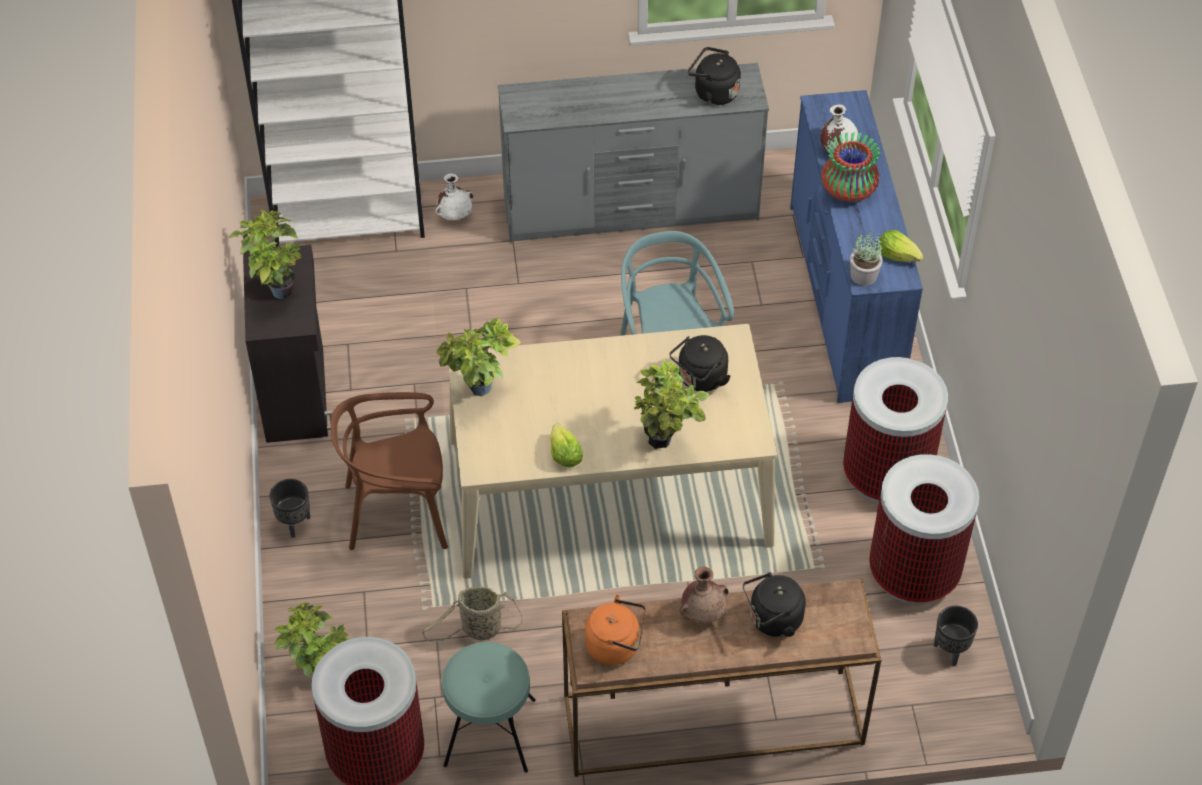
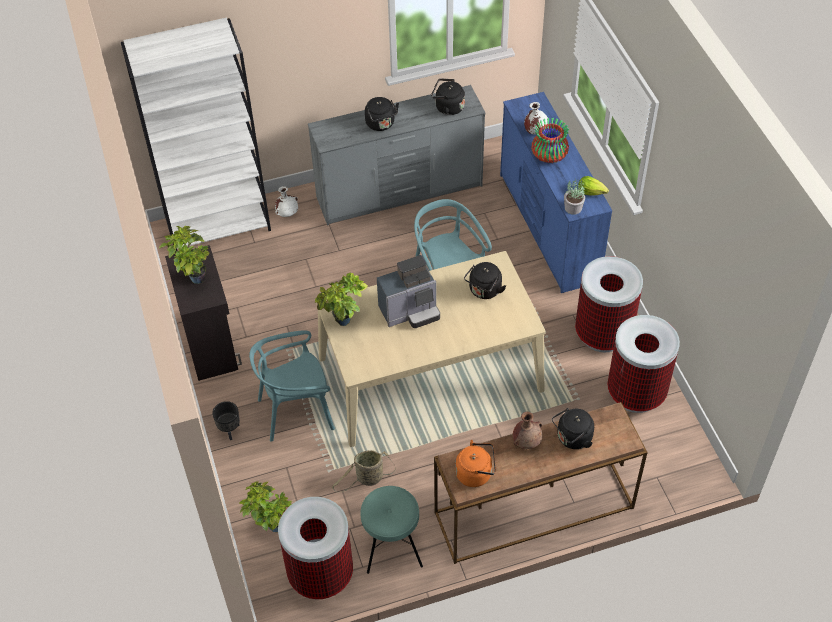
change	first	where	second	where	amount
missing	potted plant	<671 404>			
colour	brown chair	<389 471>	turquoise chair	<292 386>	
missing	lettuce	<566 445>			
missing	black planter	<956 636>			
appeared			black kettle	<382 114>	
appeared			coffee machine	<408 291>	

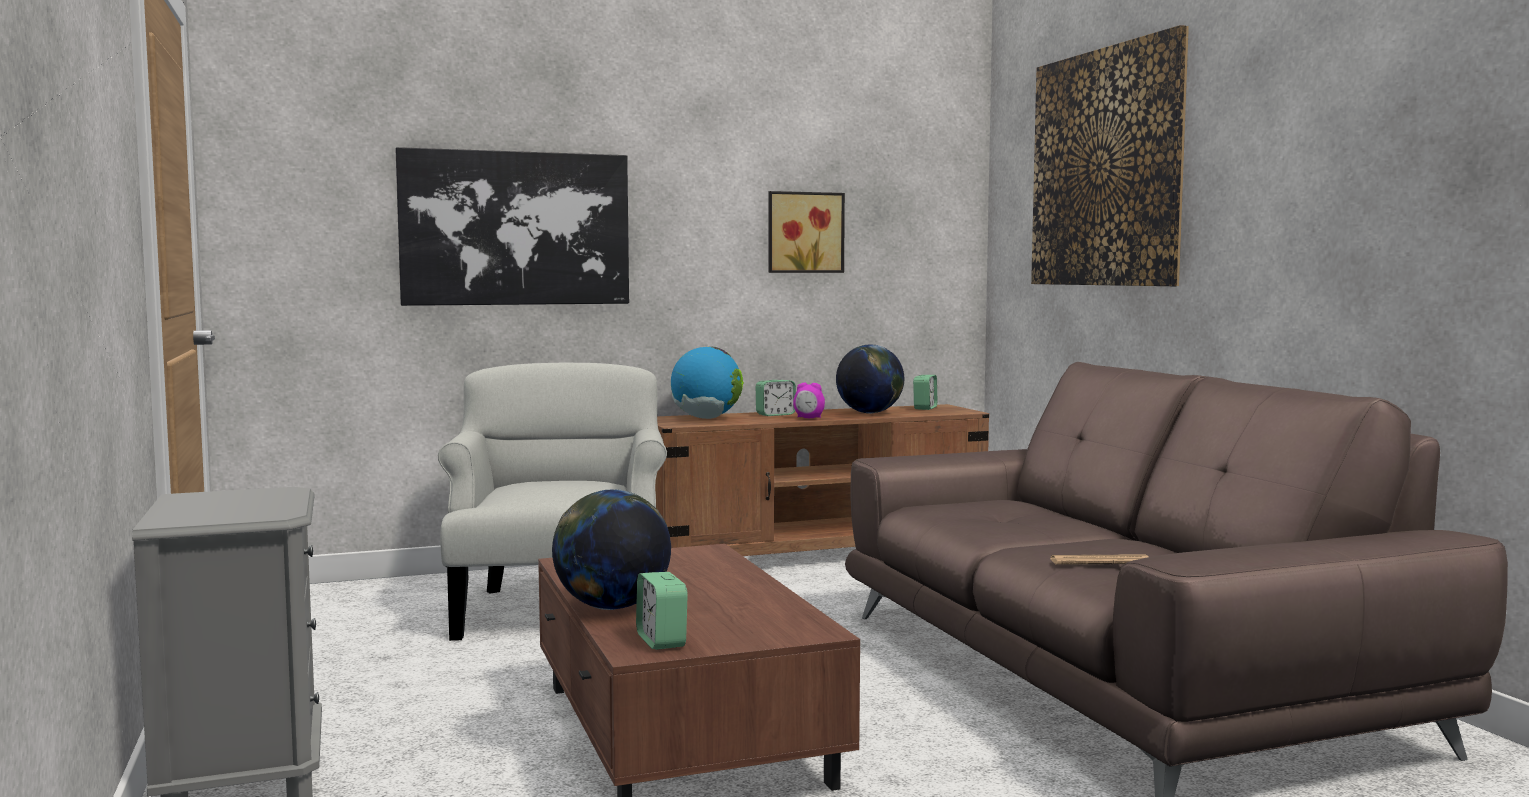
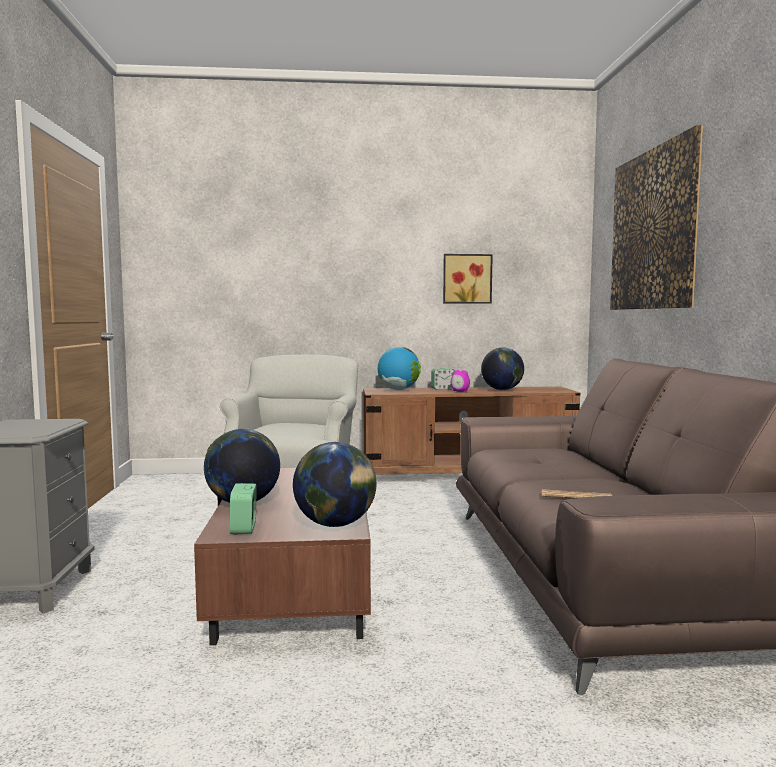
change	first	where	second	where	amount
missing	picture	<512 226>			
missing	alarm clock	<925 392>			
appeared			globe	<335 484>	

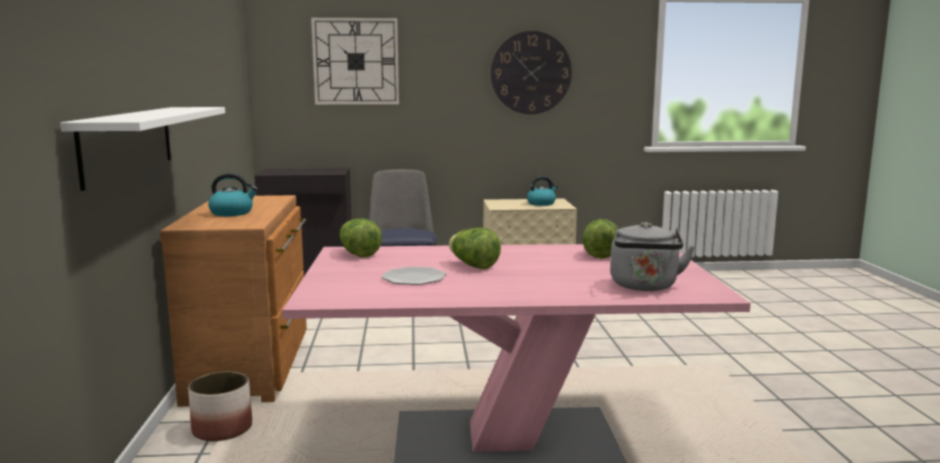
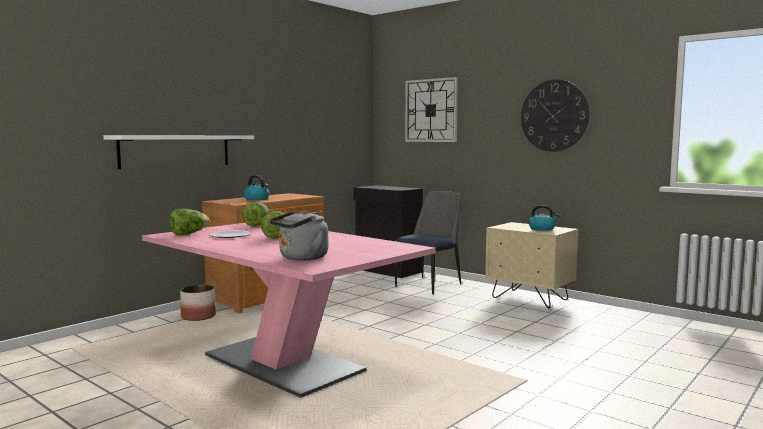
change	first	where	second	where	amount
relocated	lettuce	<601 239>		<189 222>	

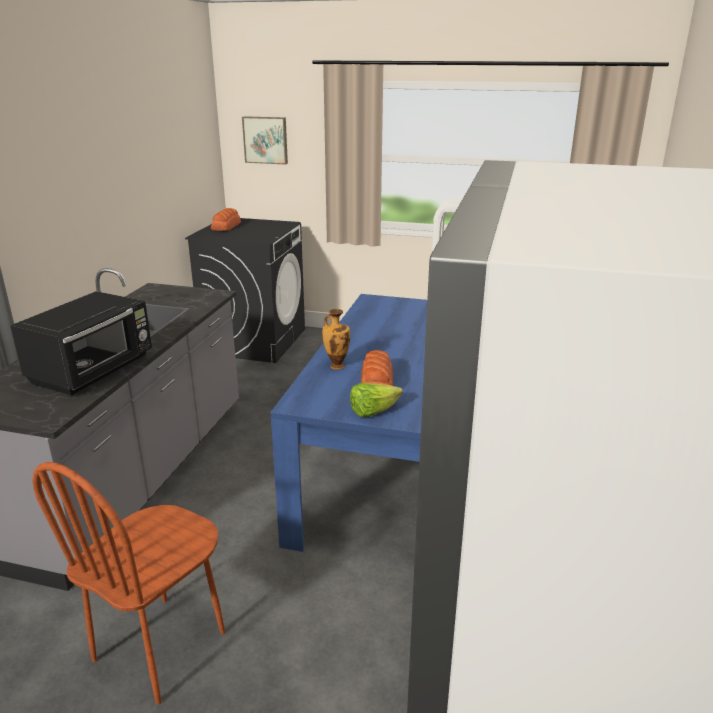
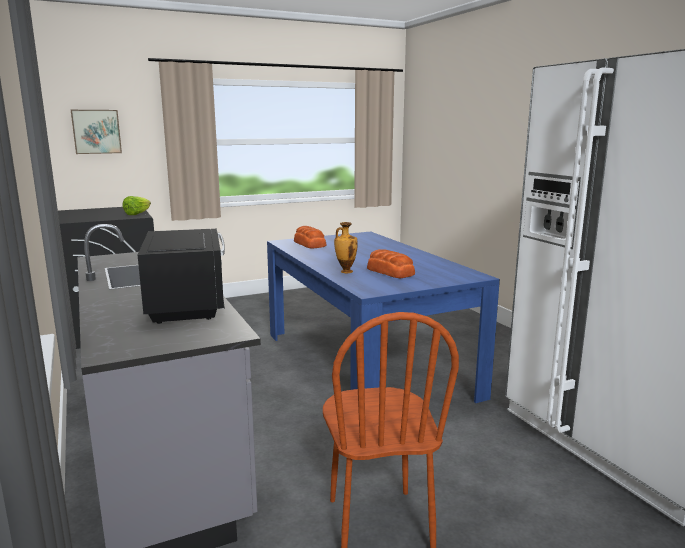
change	first	where	second	where	amount
relocated	bread	<226 219>		<310 237>	
relocated	lettuce	<376 400>		<136 205>	

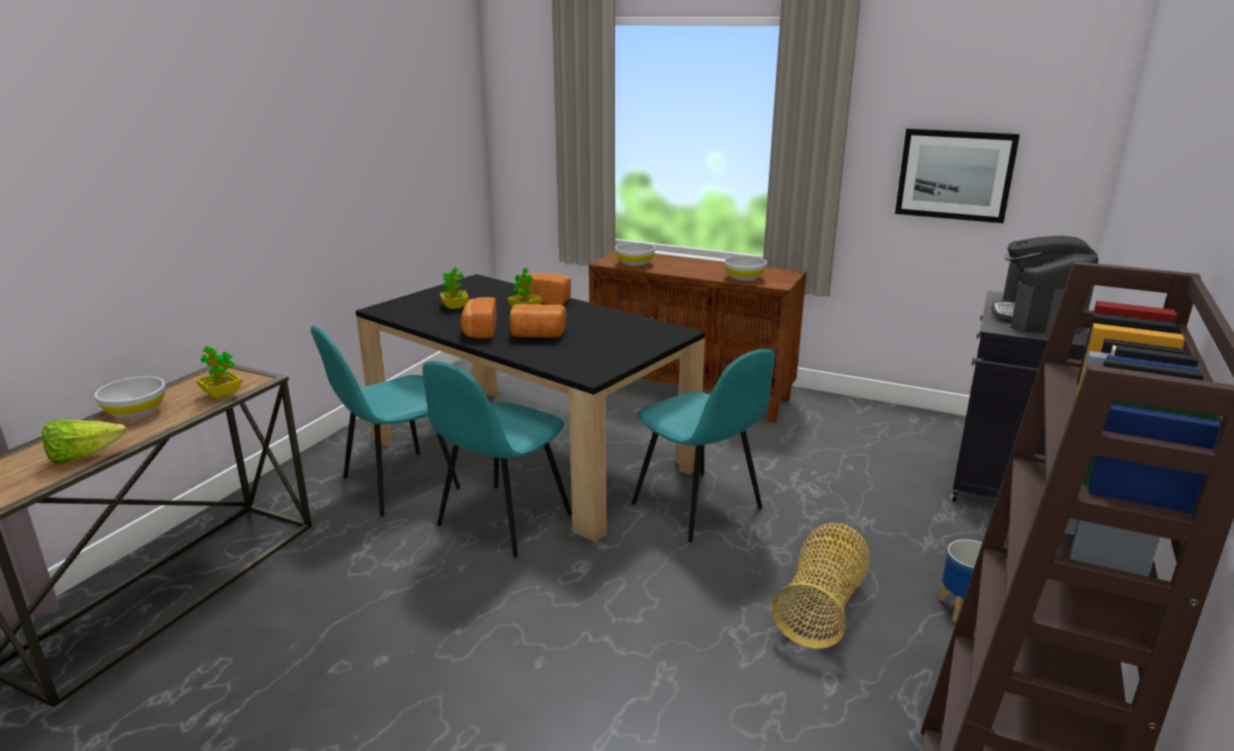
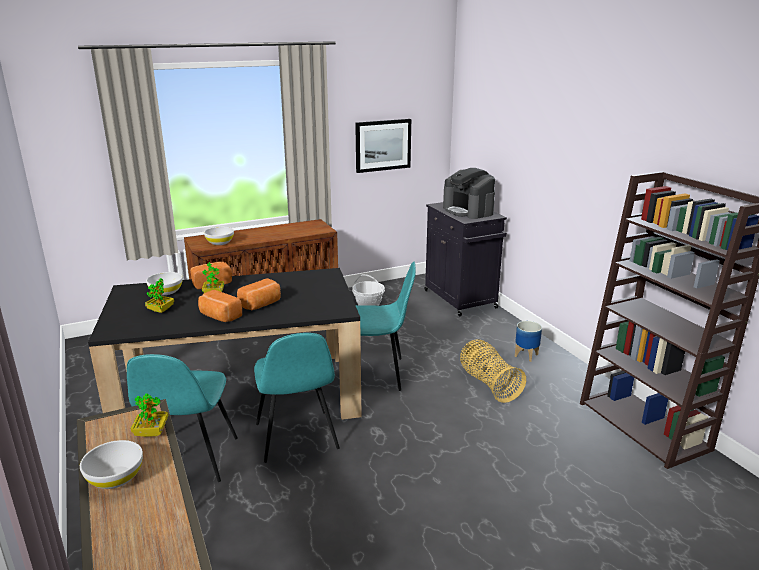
change	first	where	second	where	amount
relocated	white bowl	<745 268>		<164 283>	
missing	lettuce	<84 442>			
appeared			basket	<368 290>	

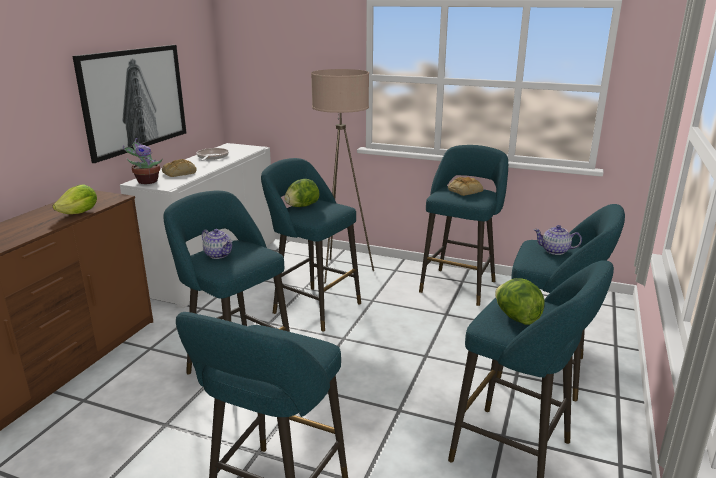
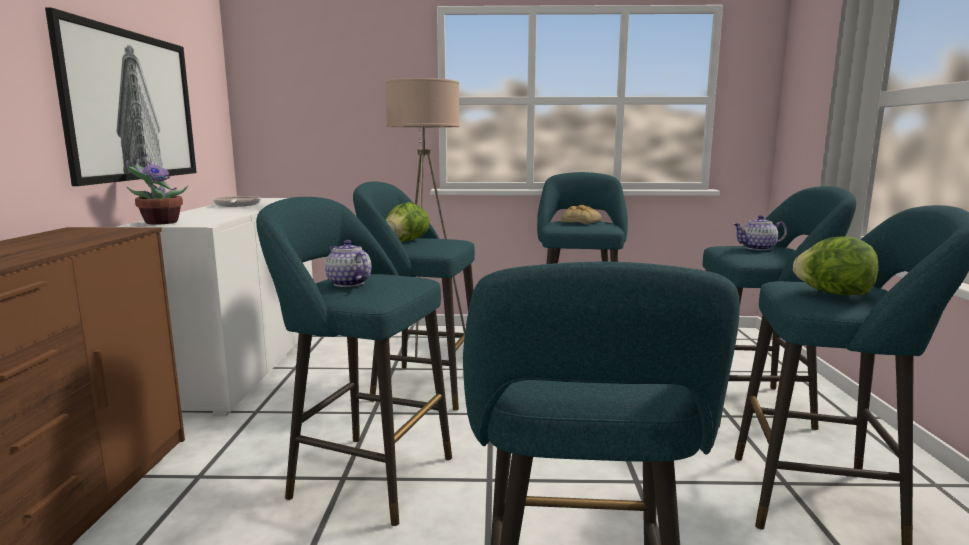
change	first	where	second	where	amount
missing	bread	<179 168>			
missing	lettuce	<75 199>			
spun	teapot	<217 244>		<348 263>	150 degrees counterclockwise

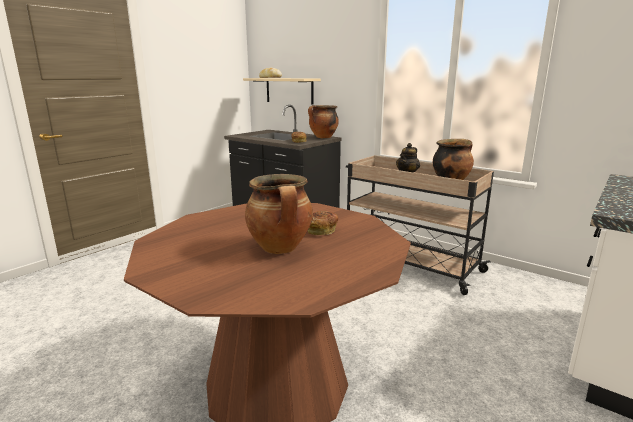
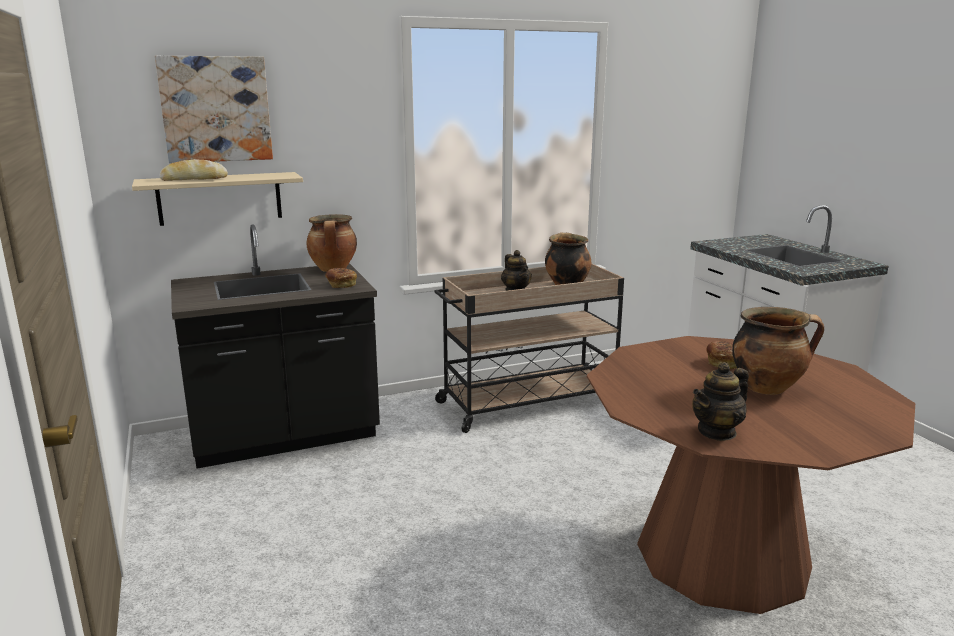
change	first	where	second	where	amount
appeared			picture	<214 109>	
appeared			teapot	<720 401>	

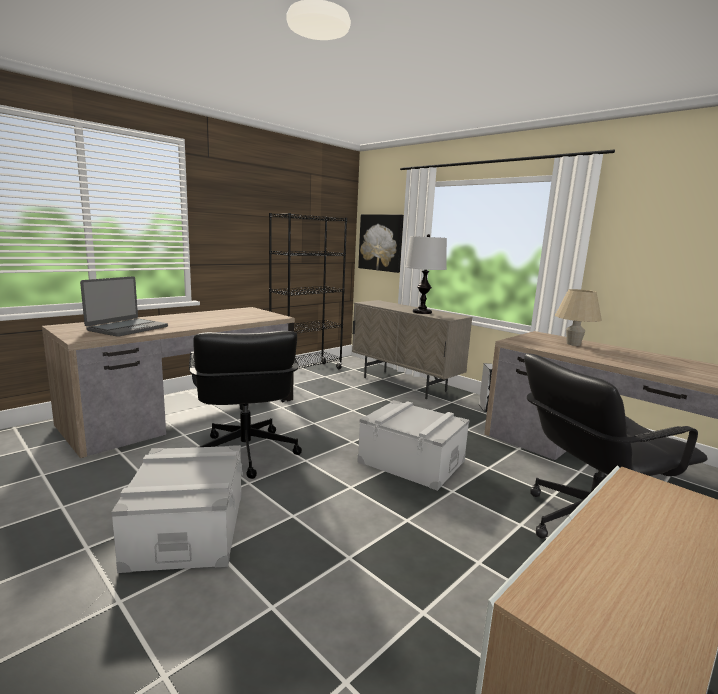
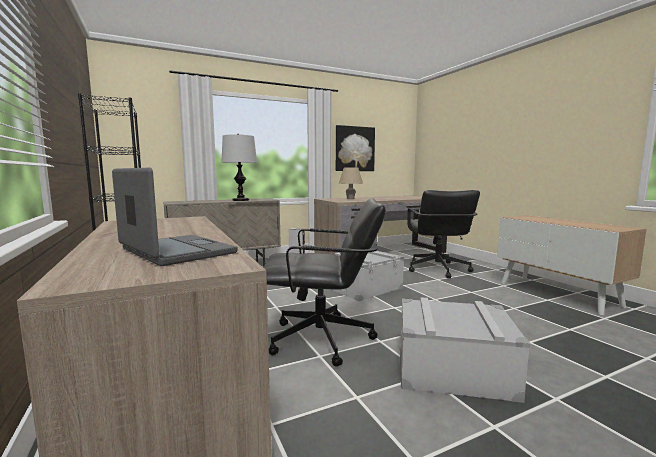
change	first	where	second	where	amount
relocated	picture	<381 243>		<355 148>	

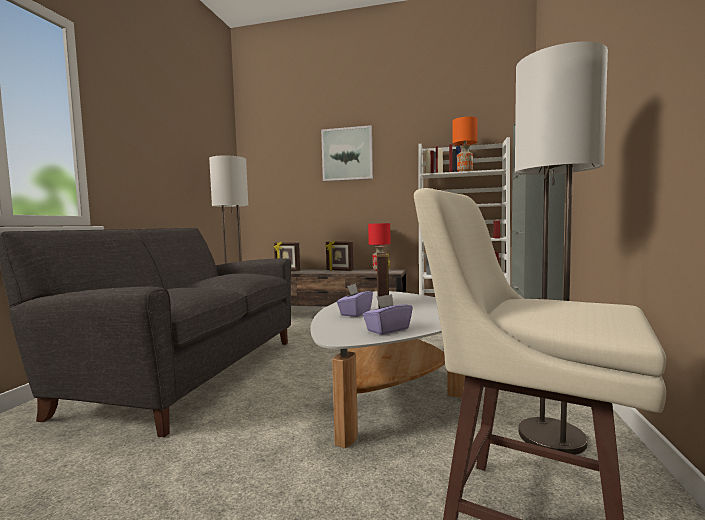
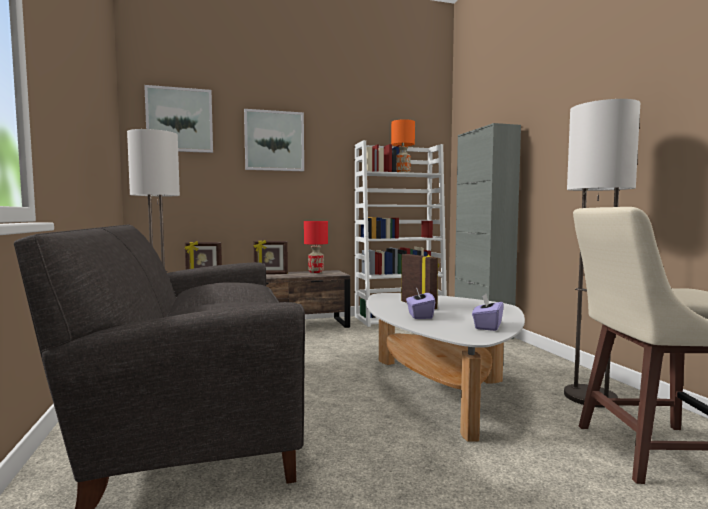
change	first	where	second	where	amount
appeared			picture	<178 119>	

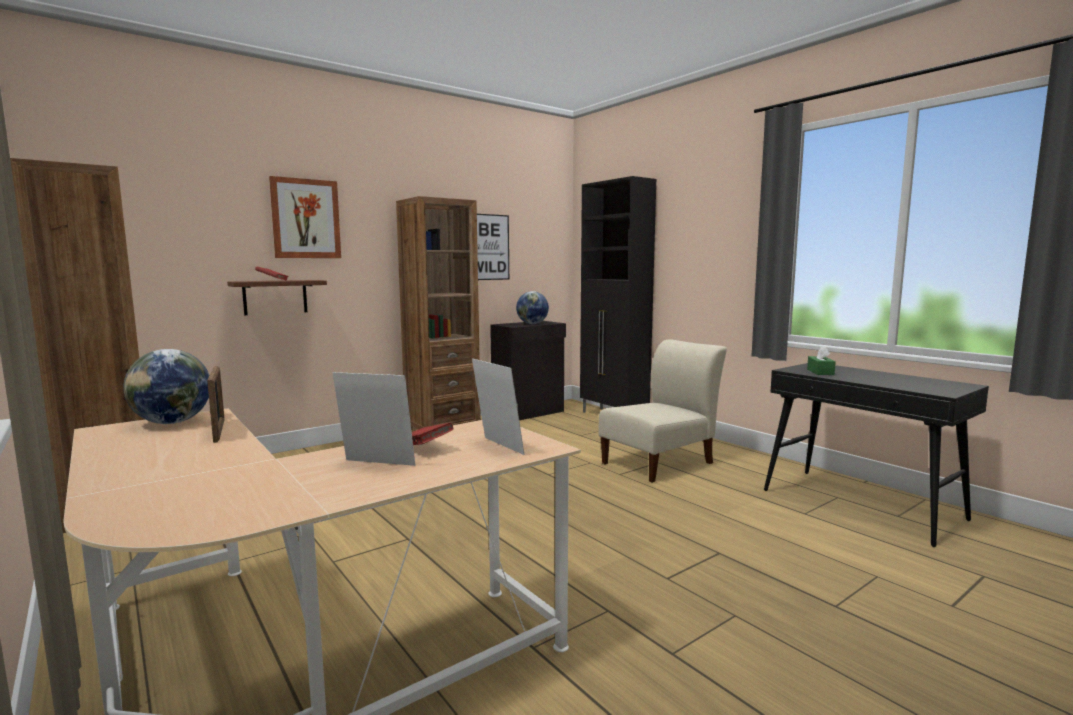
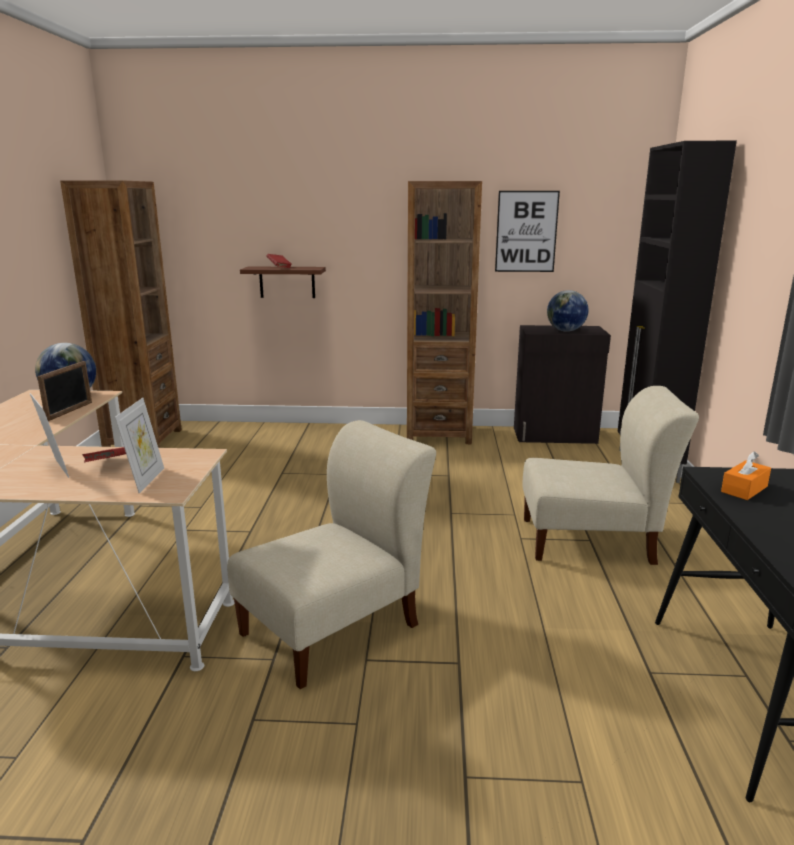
change	first	where	second	where	amount
missing	picture	<305 217>			
colour	green tissue box	<821 360>	orange tissue box	<746 475>	
appeared			beige chair	<331 554>	

